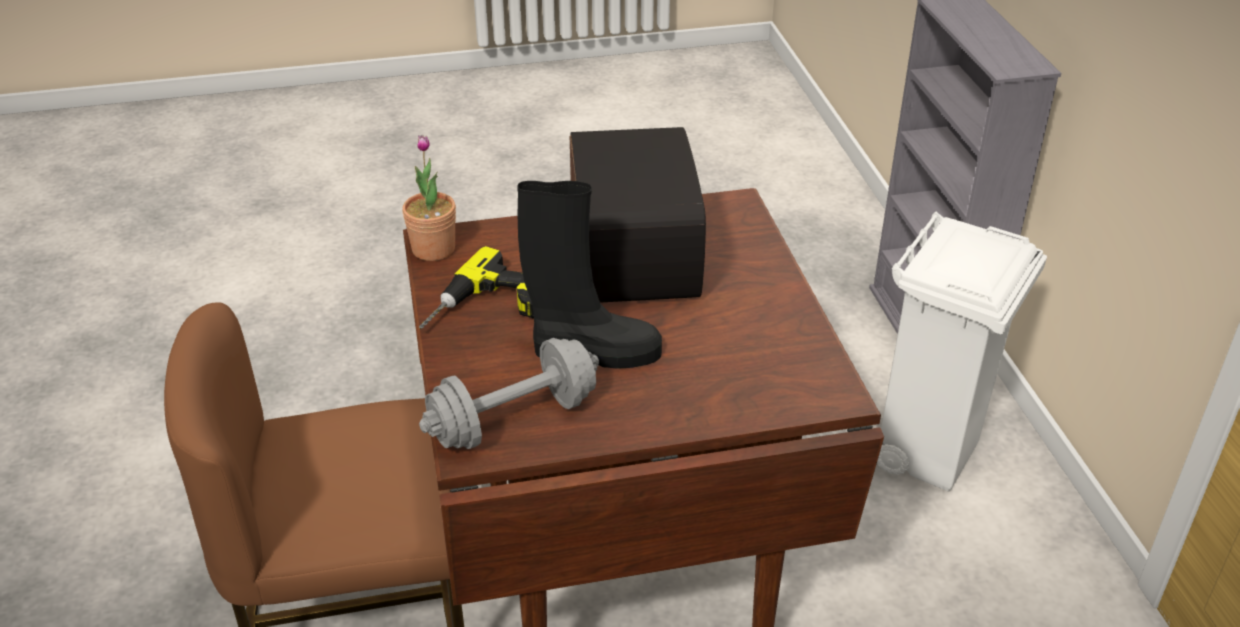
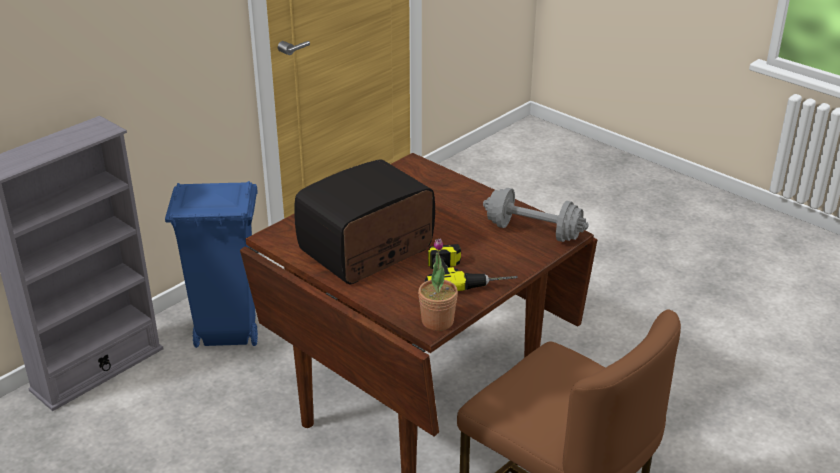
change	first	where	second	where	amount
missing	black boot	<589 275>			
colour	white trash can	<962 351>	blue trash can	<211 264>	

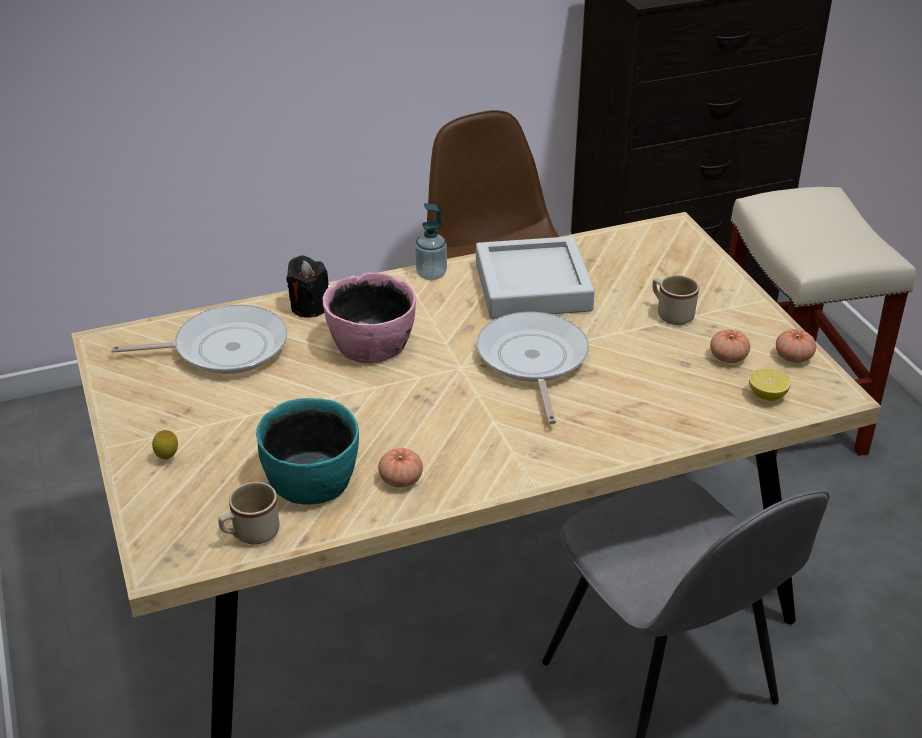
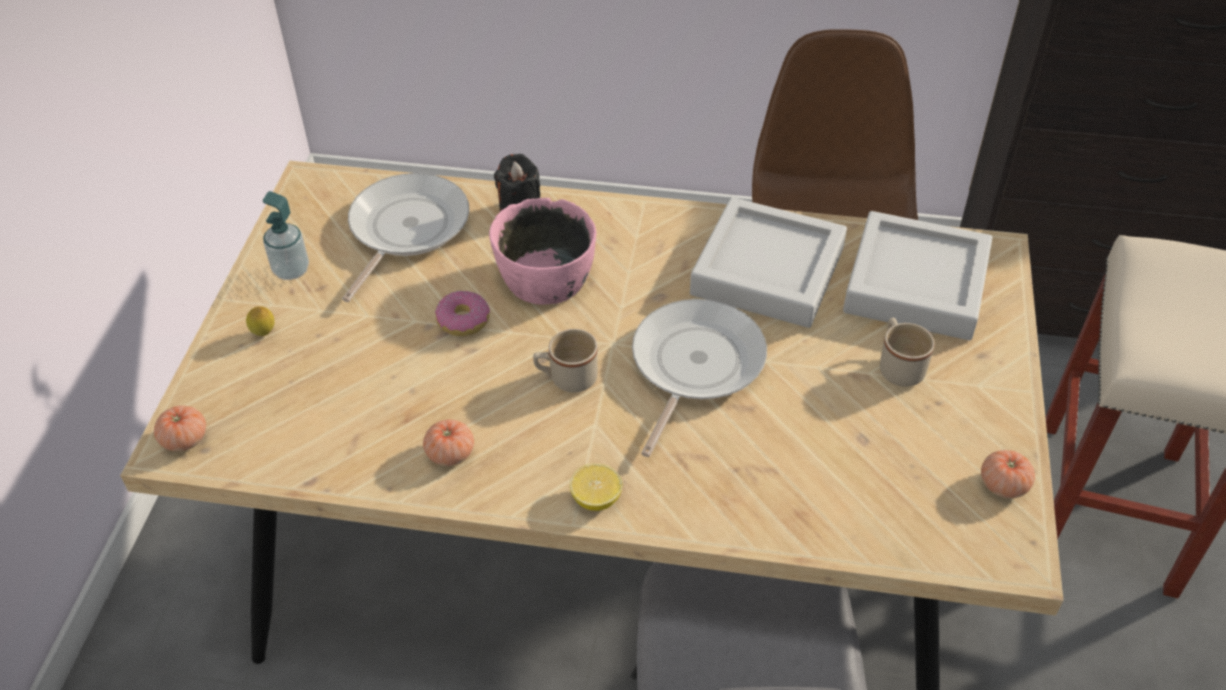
change	first	where	second	where	amount
relocated	soap dispenser	<431 241>		<286 235>	
spun	frying pan	<199 339>		<405 237>	90 degrees counterclockwise
relocated	tomato	<730 346>		<180 428>	
relocated	lemon	<770 384>		<596 487>	
missing	turquoise bowl	<307 451>			
relocated	beige mug	<249 513>		<565 360>	
appeared			grey tray	<917 275>	
appeared			donut	<462 313>	

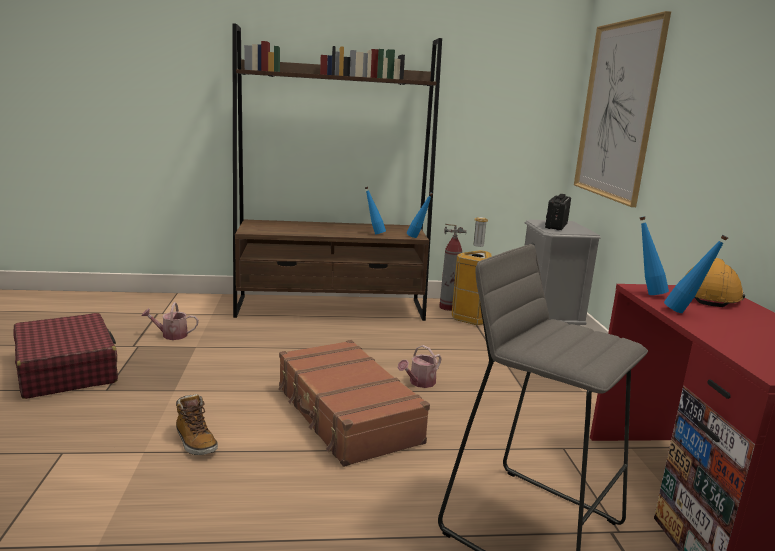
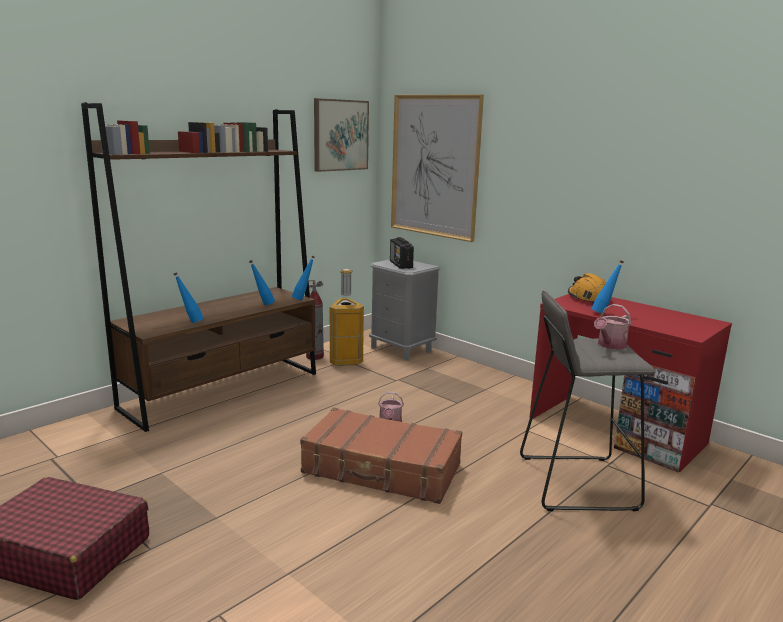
change	first	where	second	where	amount
relocated	blue bottle	<654 255>		<189 297>	
relocated	watering can	<169 321>		<612 327>	
missing	boot	<197 424>			
appeared			picture	<341 135>	

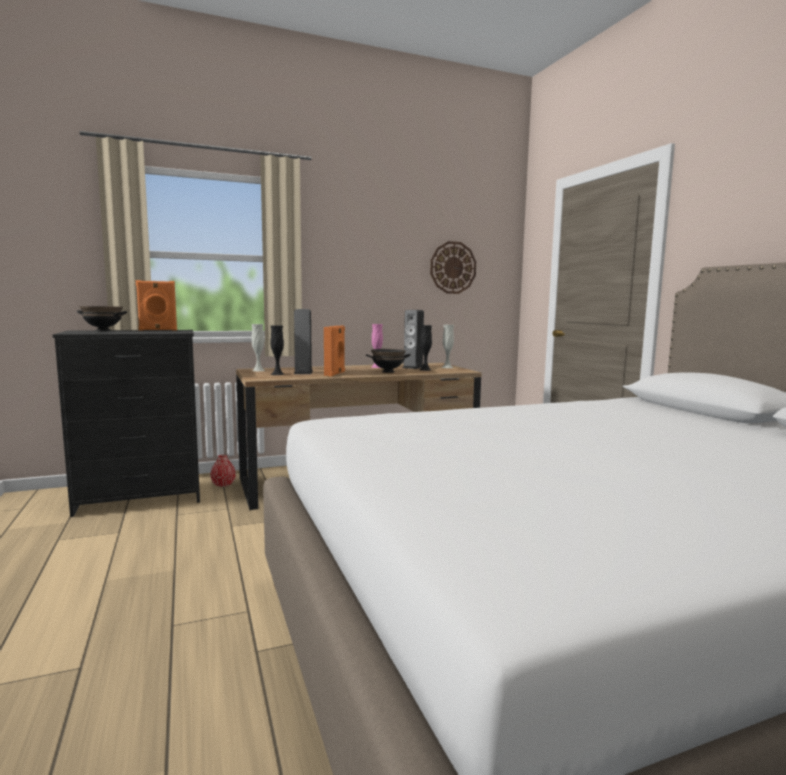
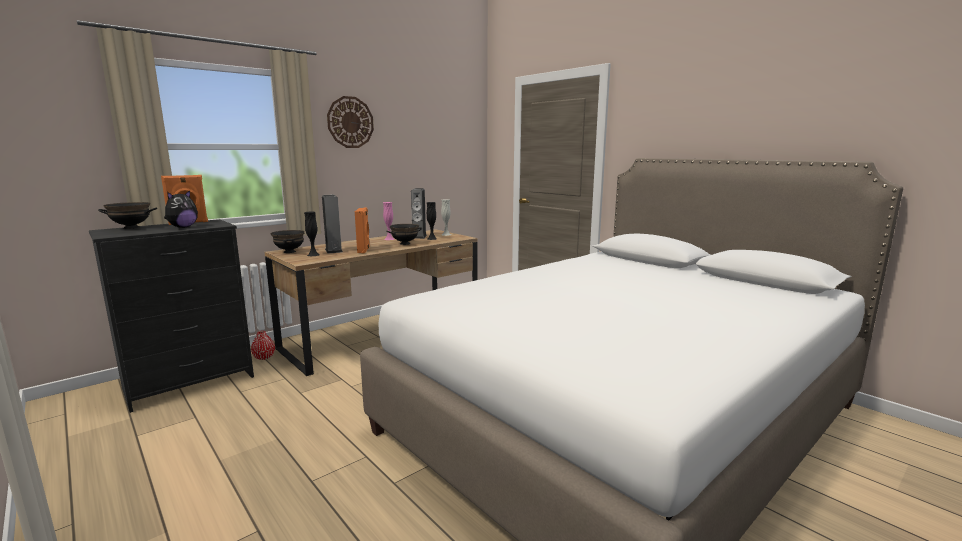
change	first	where	second	where	amount
relocated	wall clock	<453 267>		<350 122>	
exchanged	white vase	<258 347>	black bowl	<288 241>	
appeared			plush toy	<181 209>	

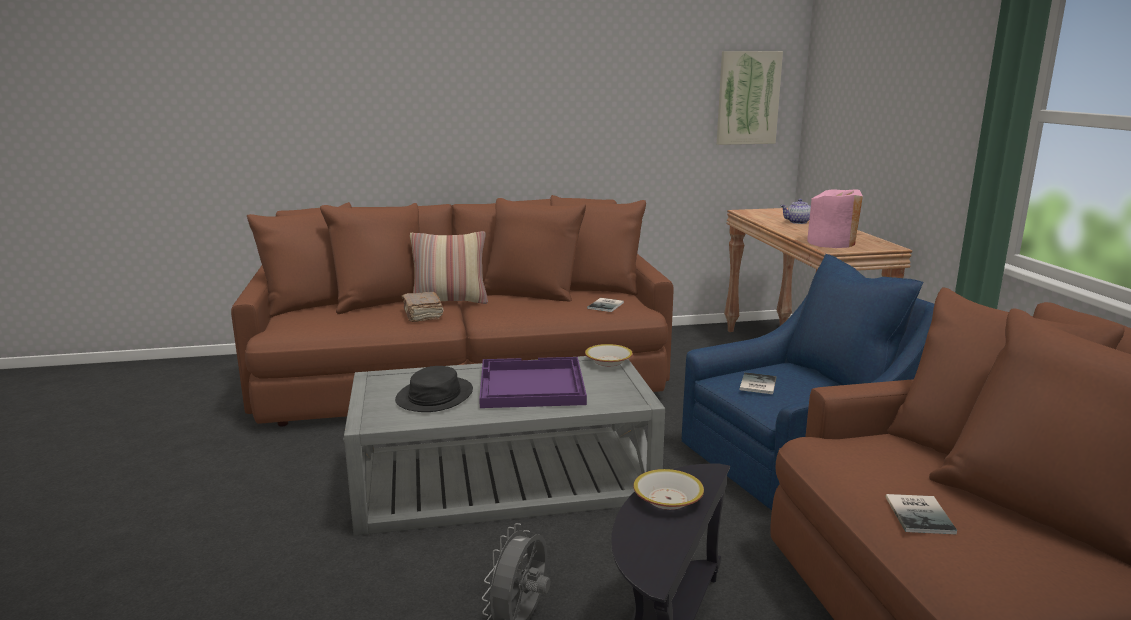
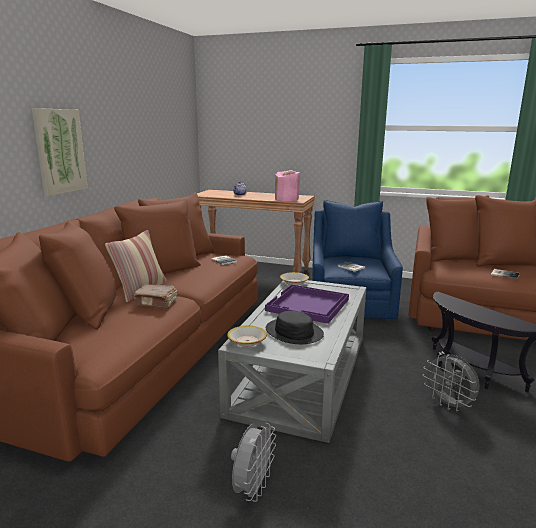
change	first	where	second	where	amount
relocated	picture	<750 98>		<59 152>	
relocated	bowl	<668 489>		<247 336>	
appeared			grey fan	<253 462>	

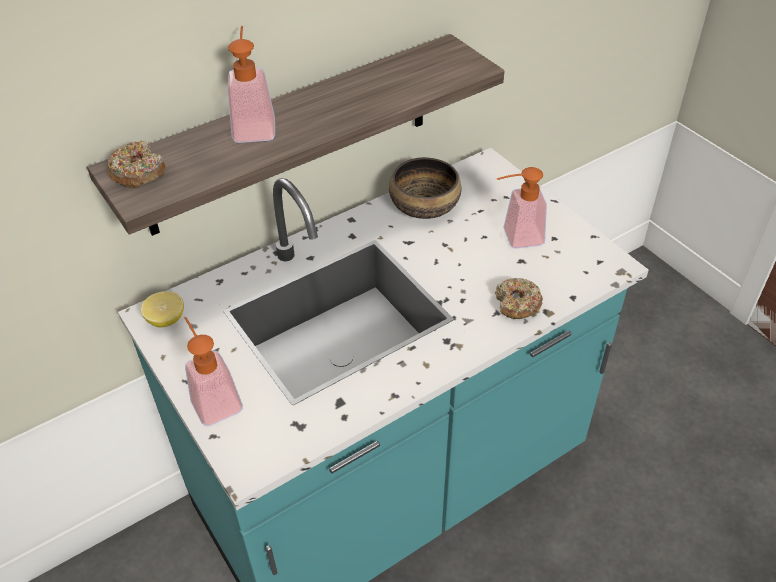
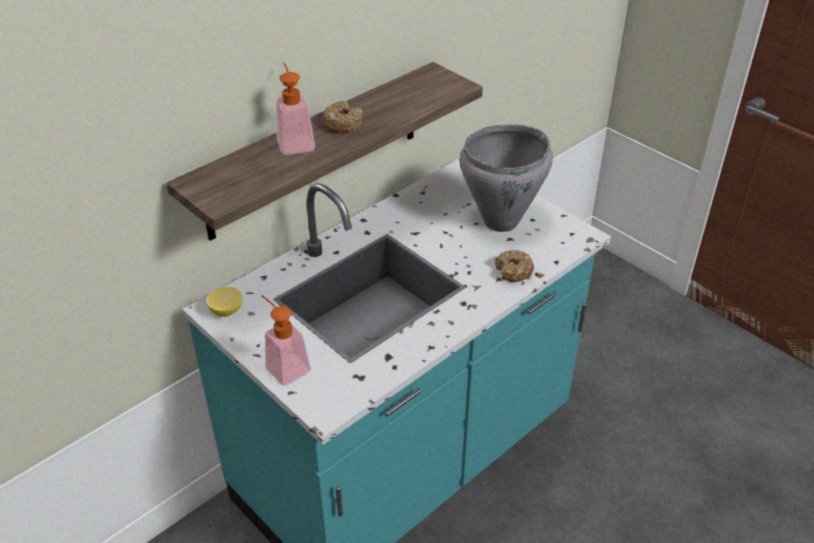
change	first	where	second	where	amount
relocated	donut	<136 164>		<343 117>	
missing	bowl	<425 188>			
exchanged	soap dispenser	<522 208>	grey cooking pot	<506 178>	

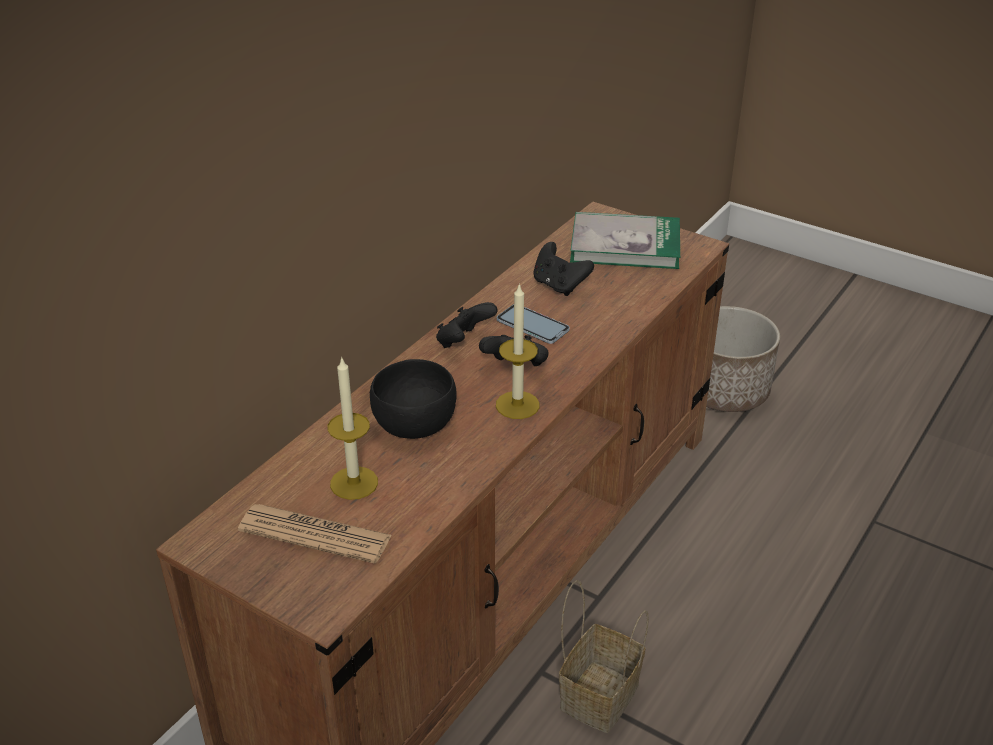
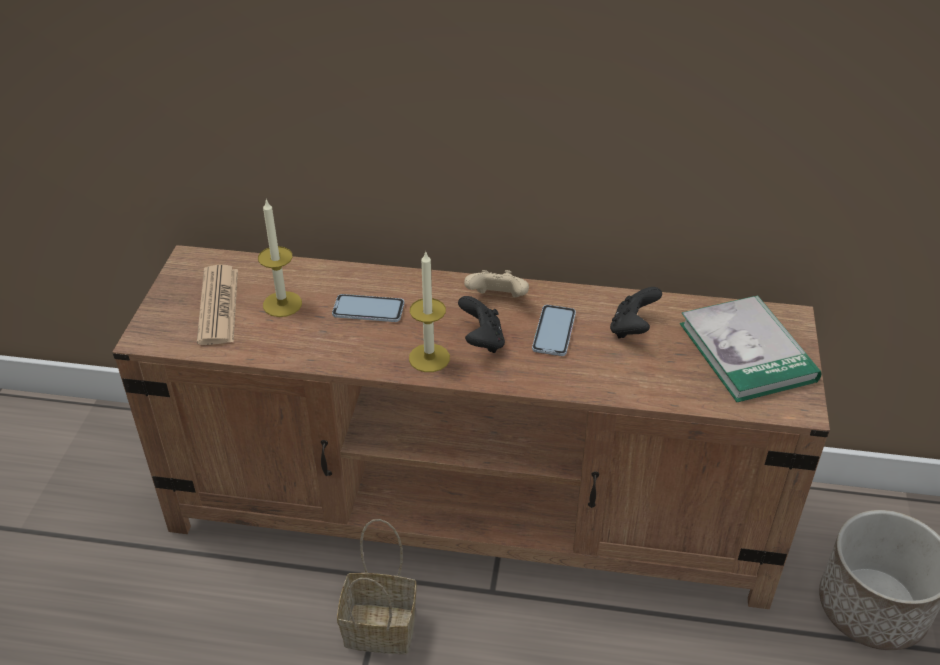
change	first	where	second	where	amount
colour	black game controller	<467 325>	beige game controller	<496 283>	
exchanged	black bowl	<413 399>	phone	<368 308>	

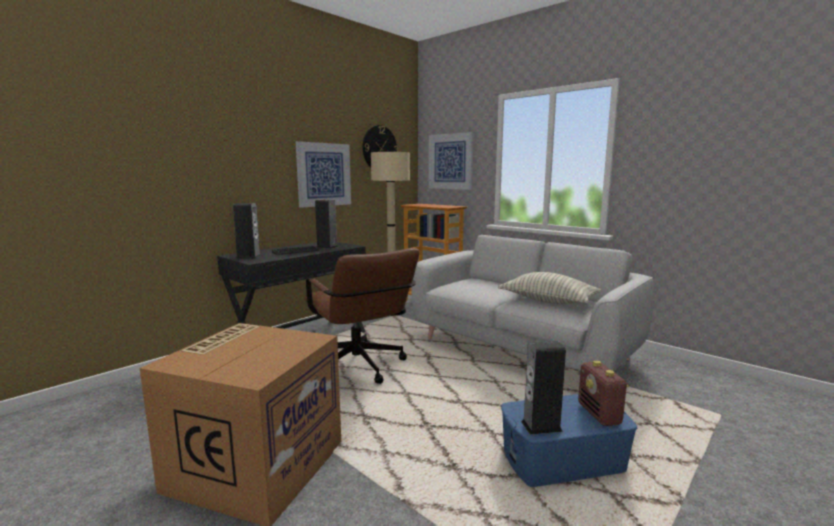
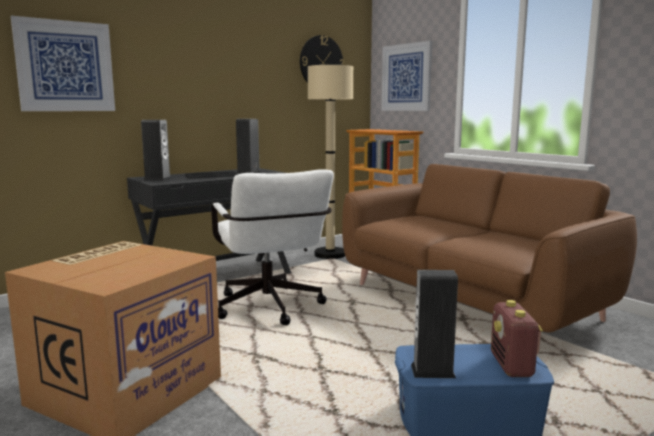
change	first	where	second	where	amount
relocated	picture	<323 174>		<63 63>	
colour	grey sofa	<533 303>	brown sofa	<489 259>	
colour	brown office chair	<362 316>	white office chair	<272 247>	
missing	pillow	<549 288>			

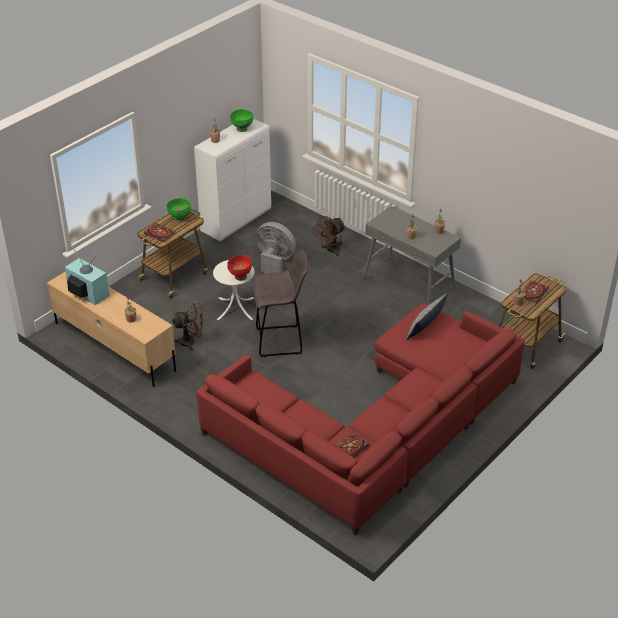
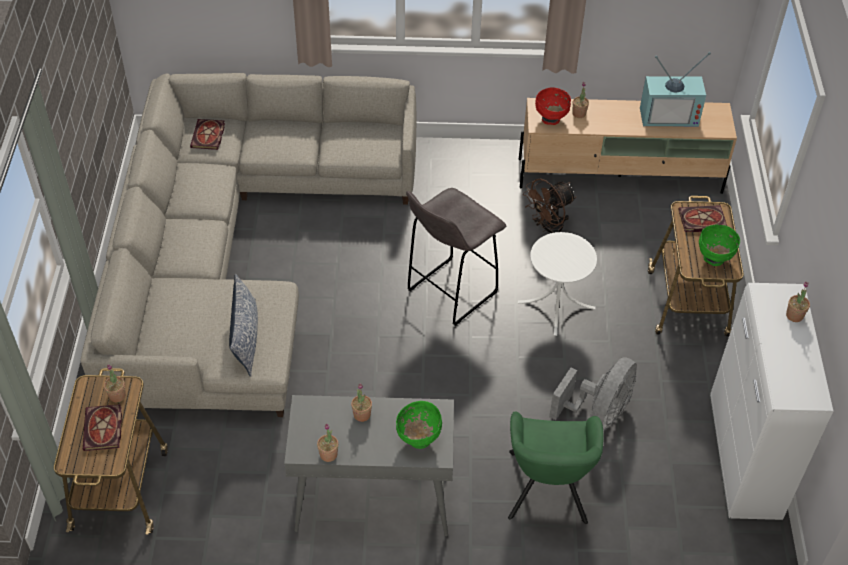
change	first	where	second	where	amount
relocated	green bowl	<241 120>		<419 425>	
exchanged	brown fan	<330 236>	green armchair	<555 467>	
spun	grey fan	<275 248>		<593 394>	45 degrees counterclockwise
relocated	red bowl	<239 268>		<553 106>	
colour	red sofa	<360 419>	beige sofa	<248 245>	

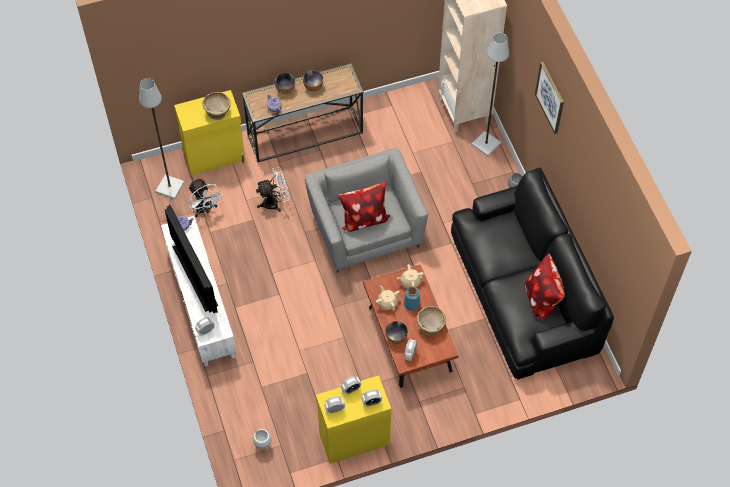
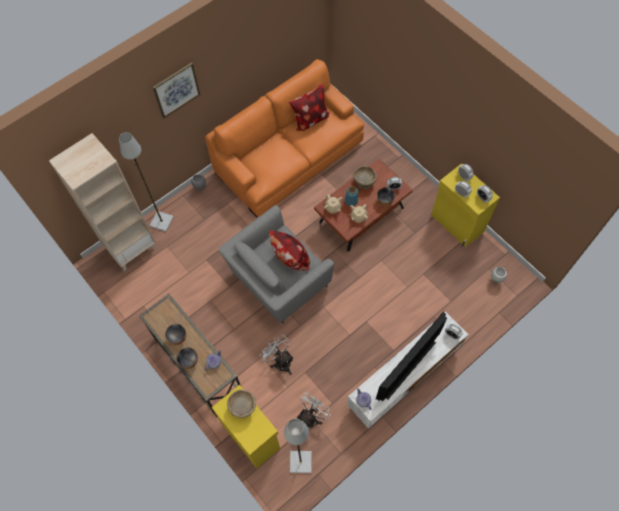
change	first	where	second	where	amount
colour	black sofa	<532 274>	orange sofa	<284 138>	

